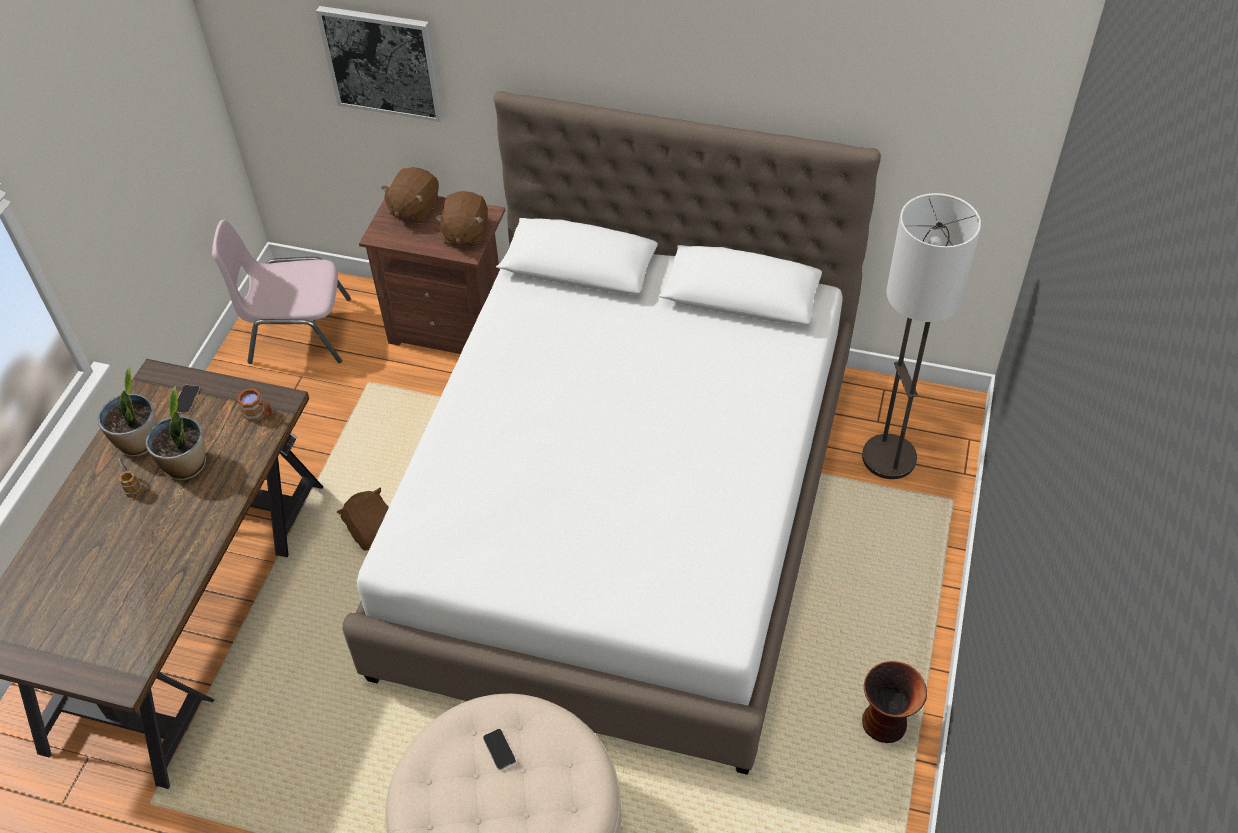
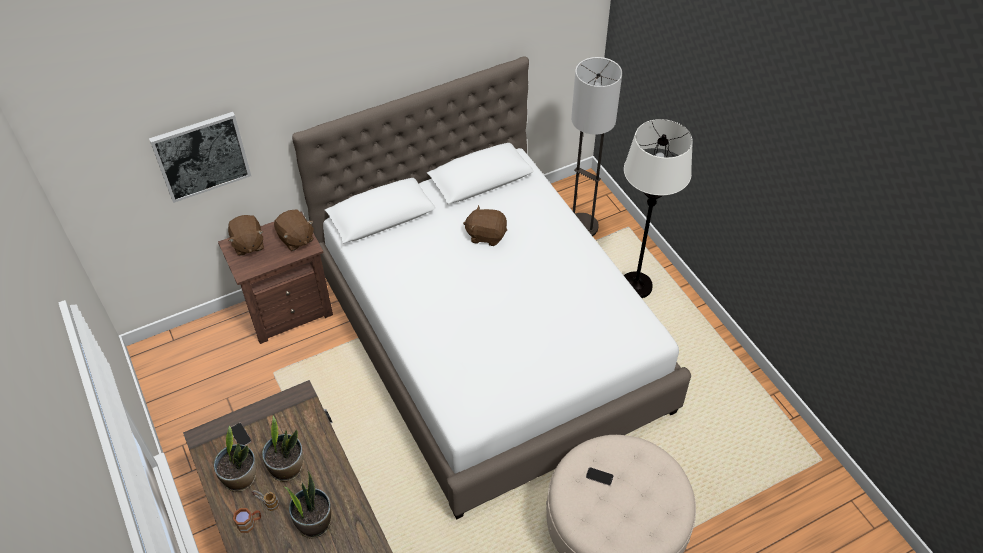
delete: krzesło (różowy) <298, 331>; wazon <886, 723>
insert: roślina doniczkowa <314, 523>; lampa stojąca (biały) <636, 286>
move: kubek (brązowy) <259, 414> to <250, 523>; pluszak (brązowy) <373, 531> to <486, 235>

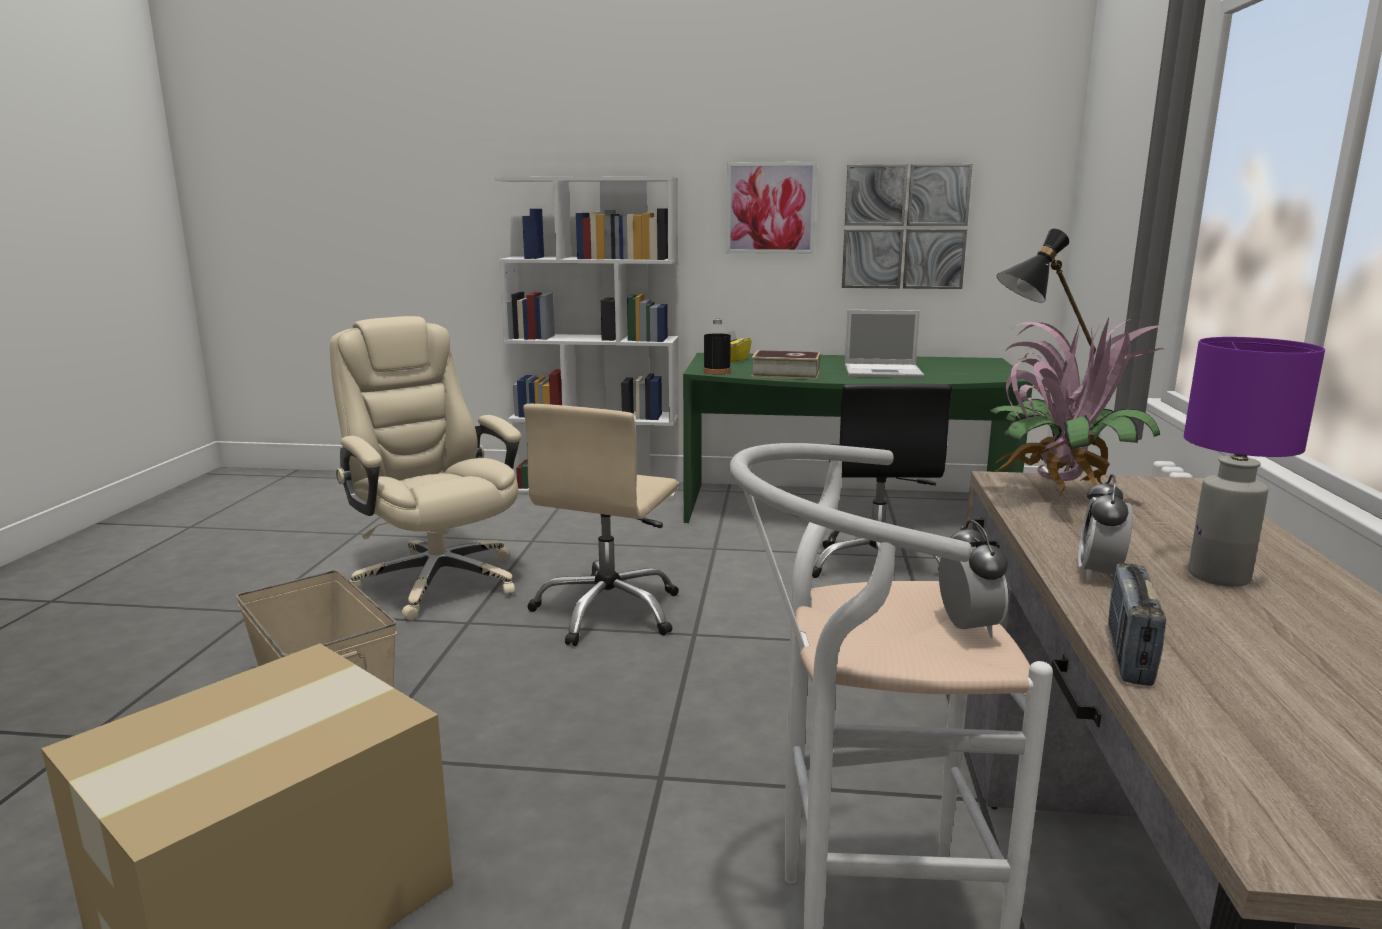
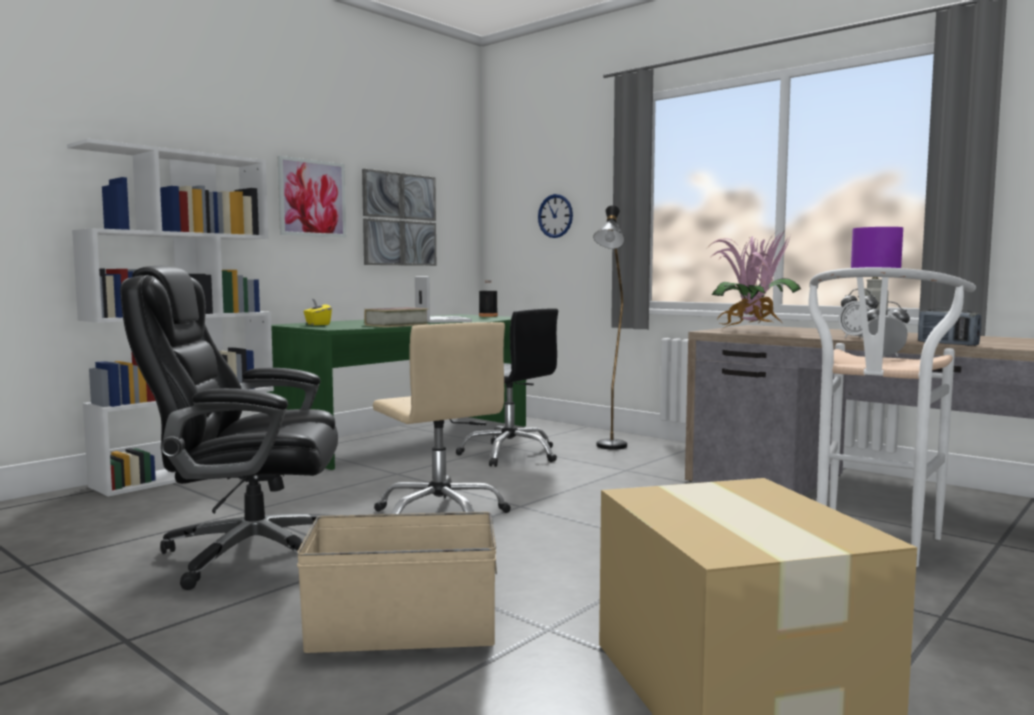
insert: zegar ścienny <555, 216>
move: butelka (czarny) <717, 372> to <488, 316>
recolor: krzesło biurowe (beżowy) <437, 580> to krzesło biurowe (czarny) <249, 554>
rotate: laptop <884, 372> = <442, 320> 60 degrees counterclockwise

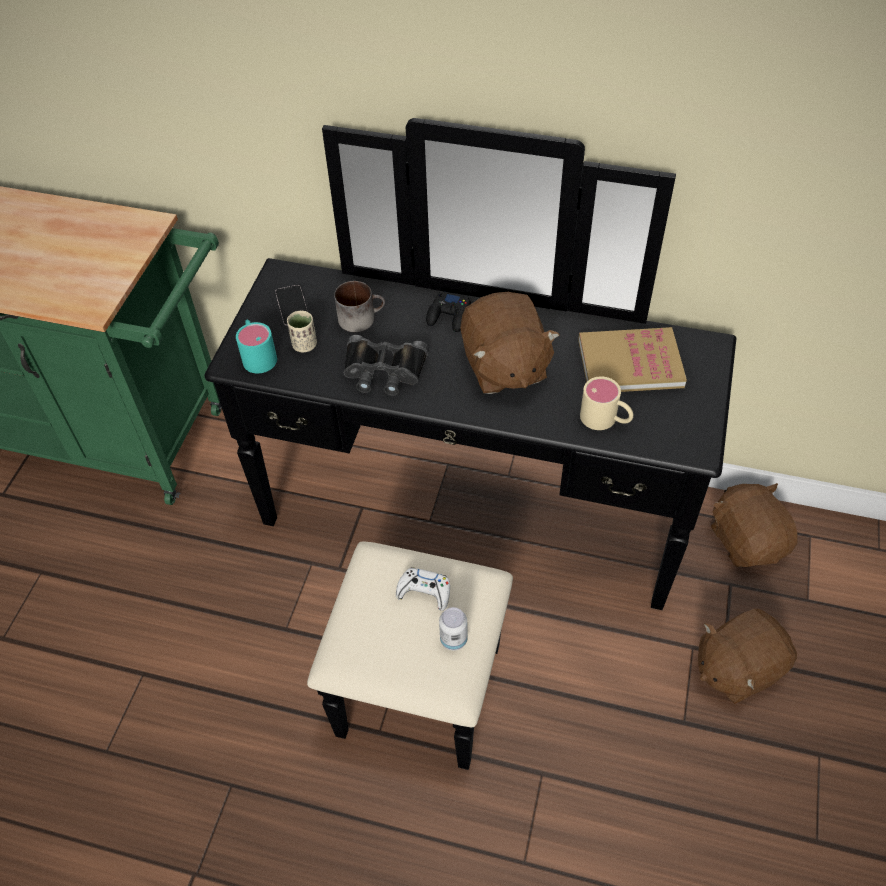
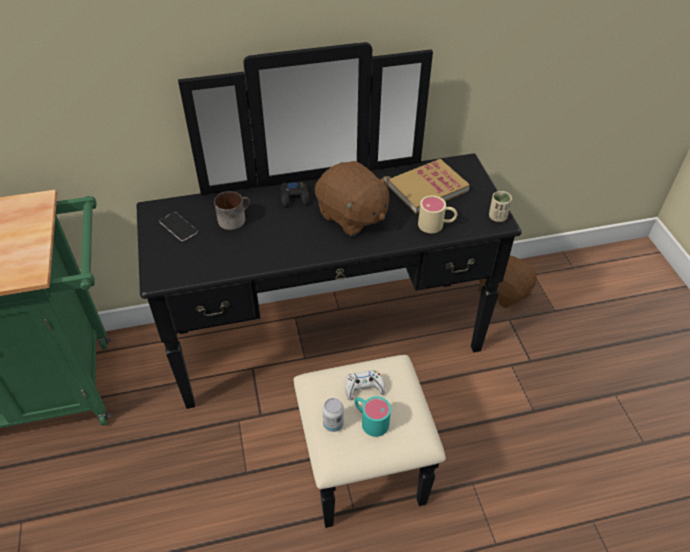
delete: lornetka (czarny) <383, 371>; pluszak (brązowy) <737, 667>
move: kubek (turkusowy) <257, 354> to <370, 420>; filiżanka (beżowy) <304, 345> to <497, 217>; puszka <453, 639> to <333, 424>

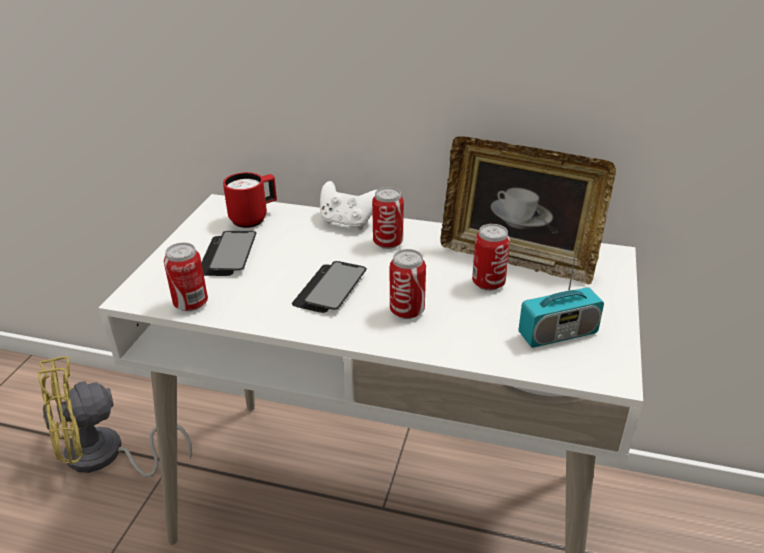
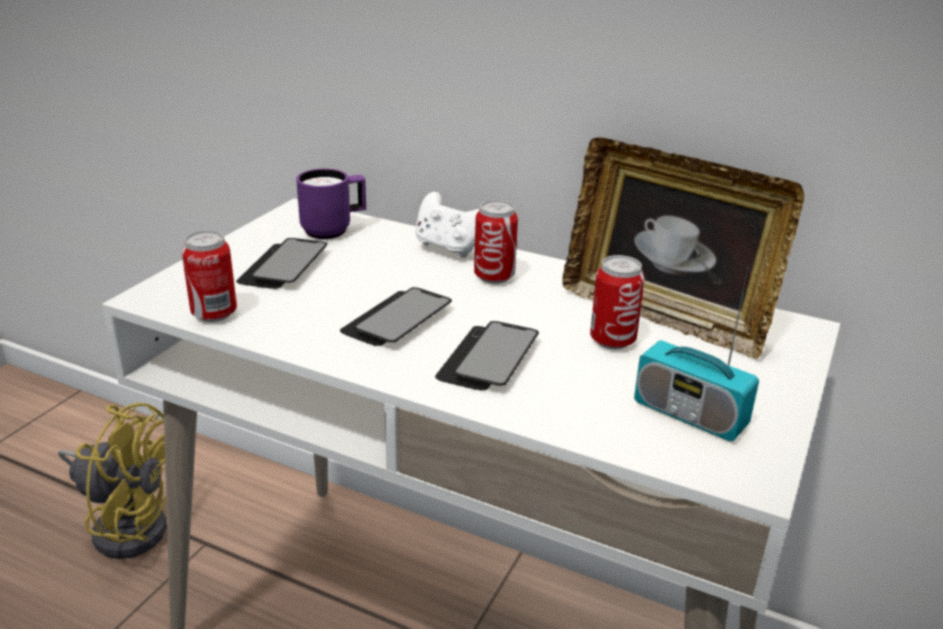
replace: puszka <407, 311> to telefon <488, 358>
recolor: kubek (czerwony) <254, 218> to kubek (fioletowy) <334, 230>
rotate: wentylator (żółty) <105, 457> = <128, 524> 150 degrees counterclockwise; radio <557, 334> = <689, 415> 45 degrees clockwise

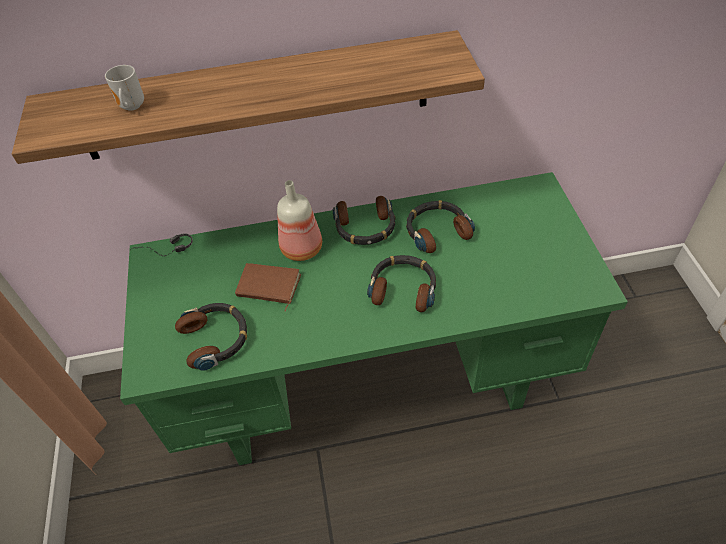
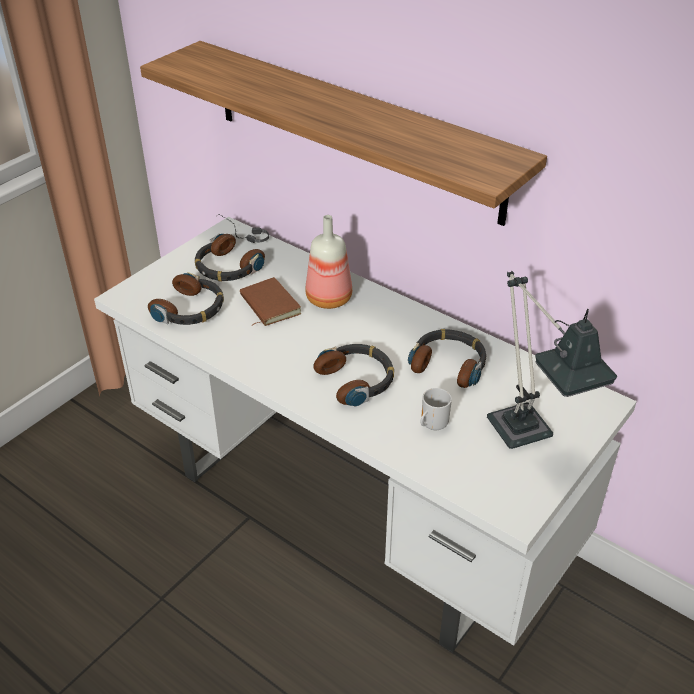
insert: lampa stołowa <526, 438>
move: kubek <131, 107> to <432, 425>; słuchawki <365, 227> to <227, 267>
recolor: biurko (zielony) <373, 386> to biurko (biały) <349, 514>

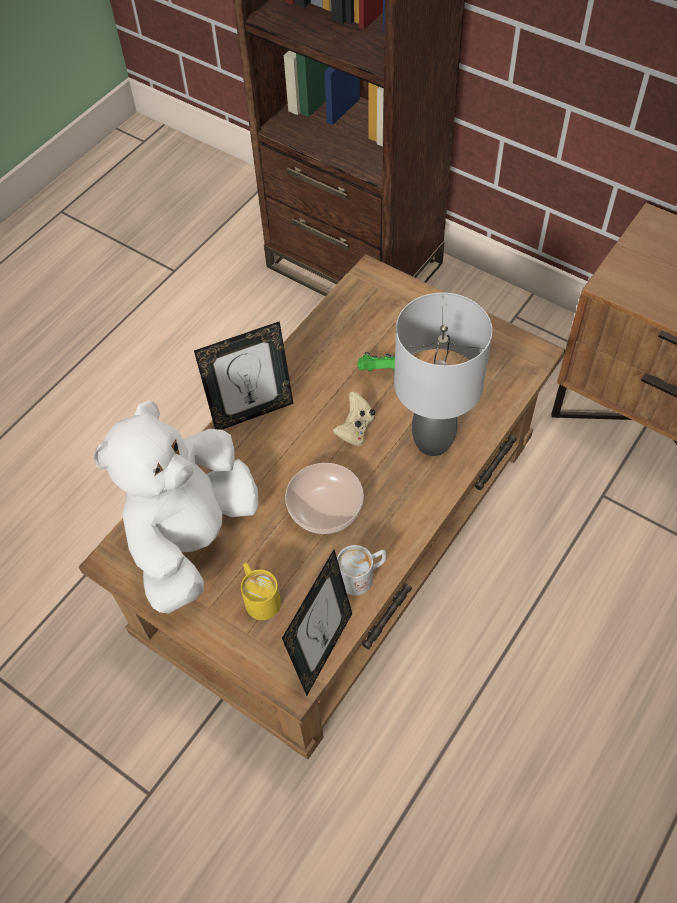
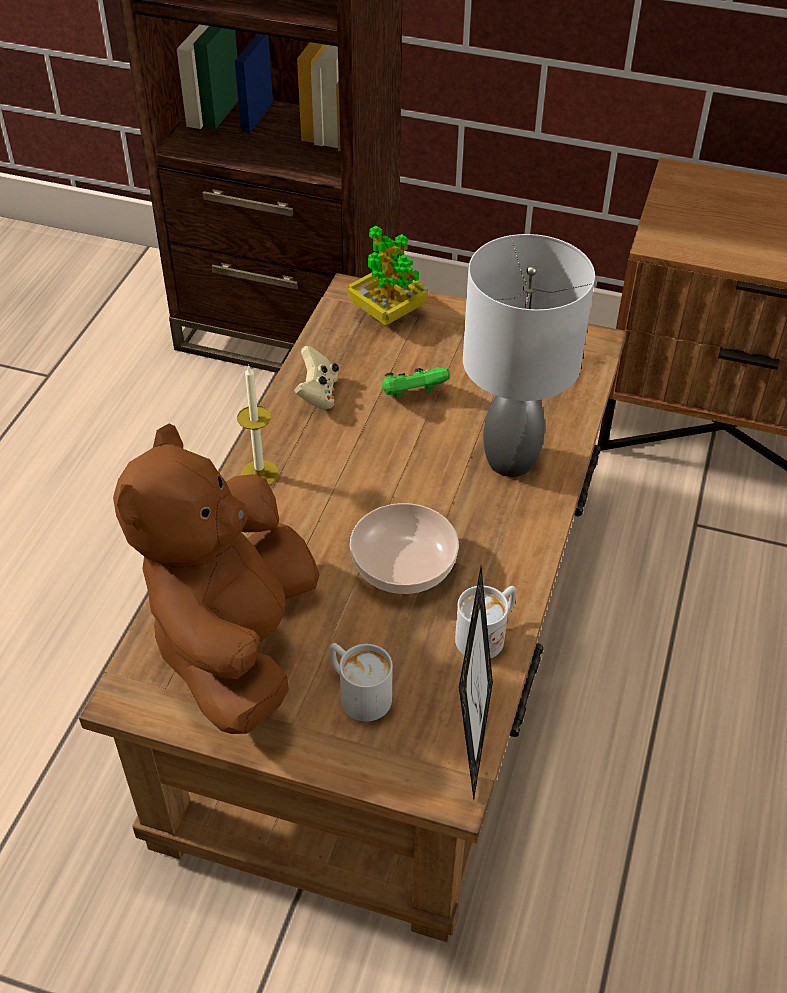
insert: roślina doniczkowa <387, 312>
move: pad do gier (beżowy) <355, 429> to <318, 394>
replace: ramka na zdjęcie <252, 412> to świeca <260, 474>
recolor: pluszak (biały) <193, 538> to pluszak (brązowy) <235, 642>; kubek (żółty) <259, 597> to kubek (biały) <357, 693>

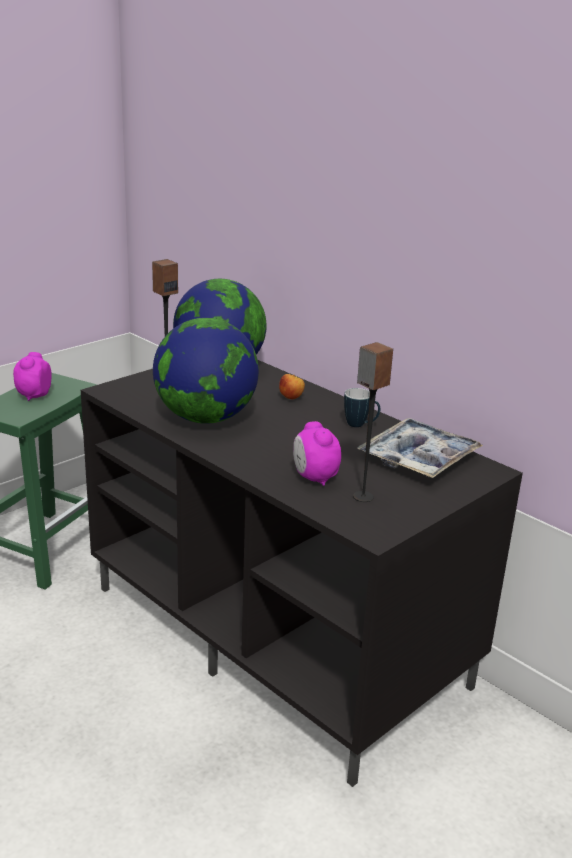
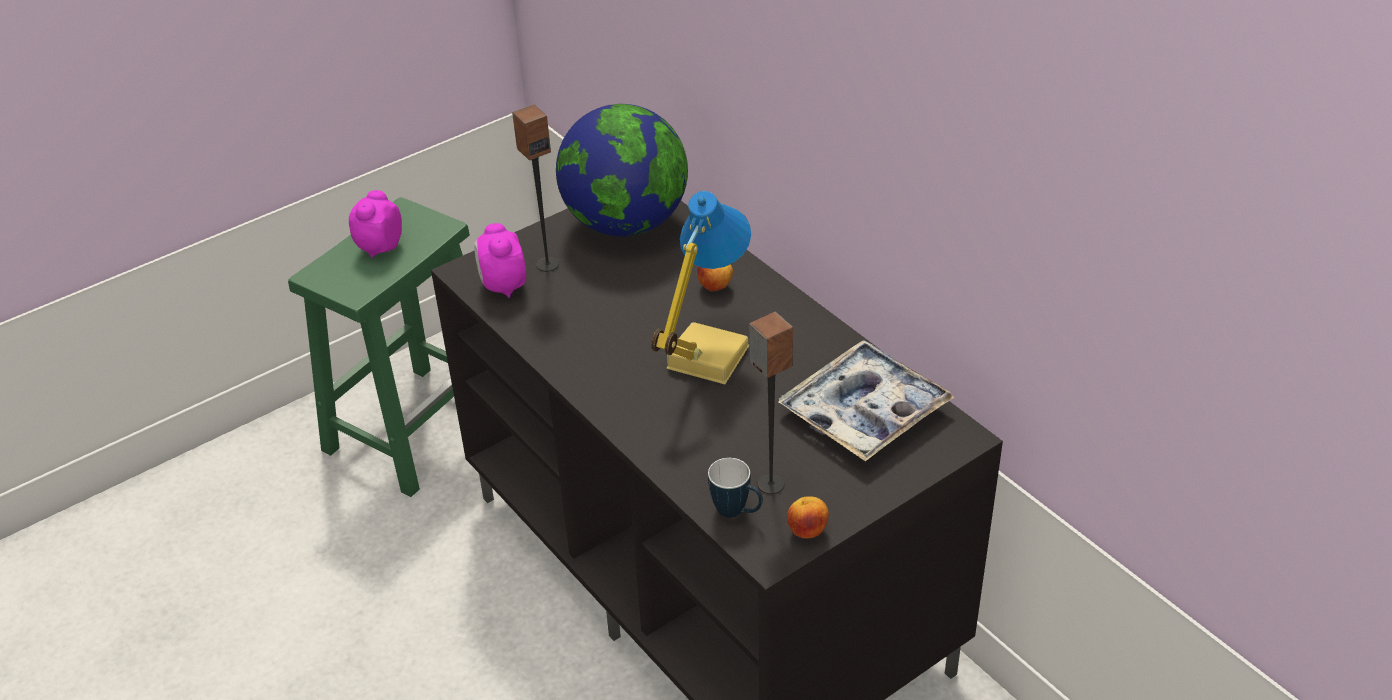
delete: globus <206, 418>
insert: lampa stołowa <704, 356>; jabłko <807, 531>
move: budzik <314, 478> to <503, 286>; kubek <360, 425> to <737, 512>

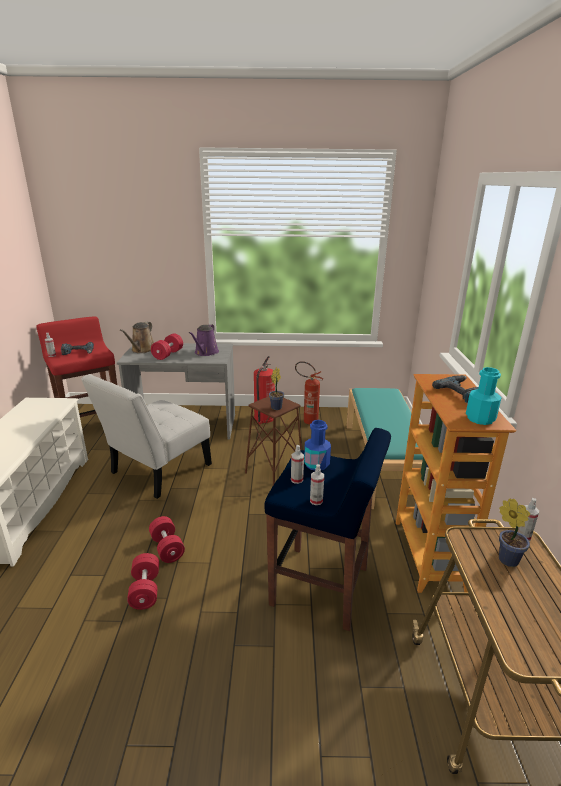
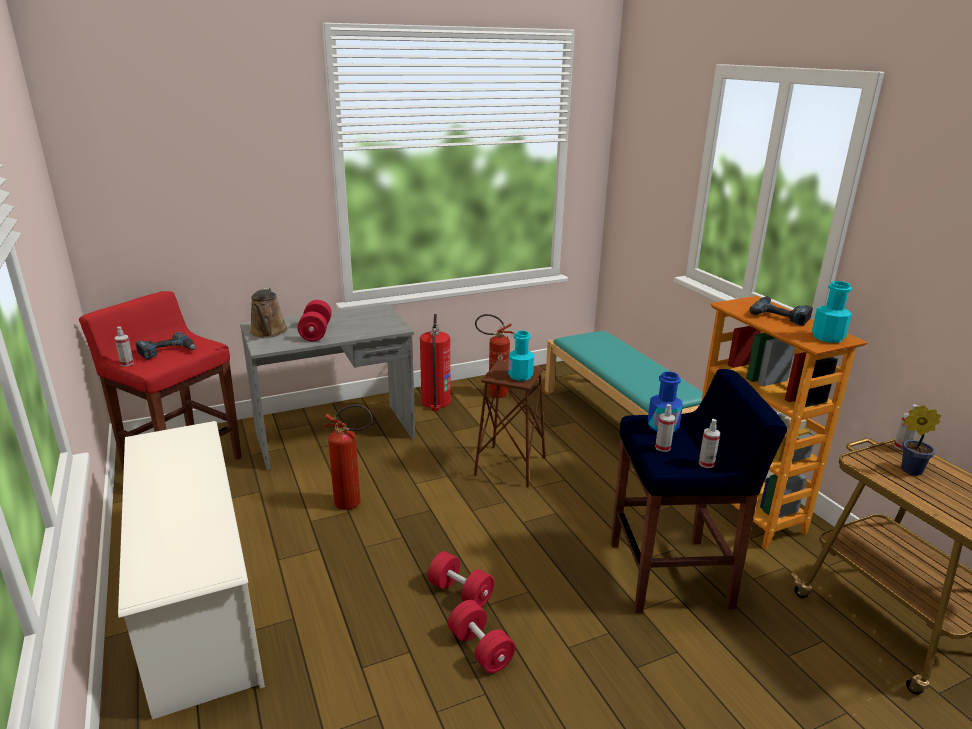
delete: konewka (fioletowy) <205, 353>
replace: krzesło (biały) <157, 471> to gaśnica <354, 503>; roślina doniczkowa <277, 407> to butelka (turkusowy) <520, 376>

